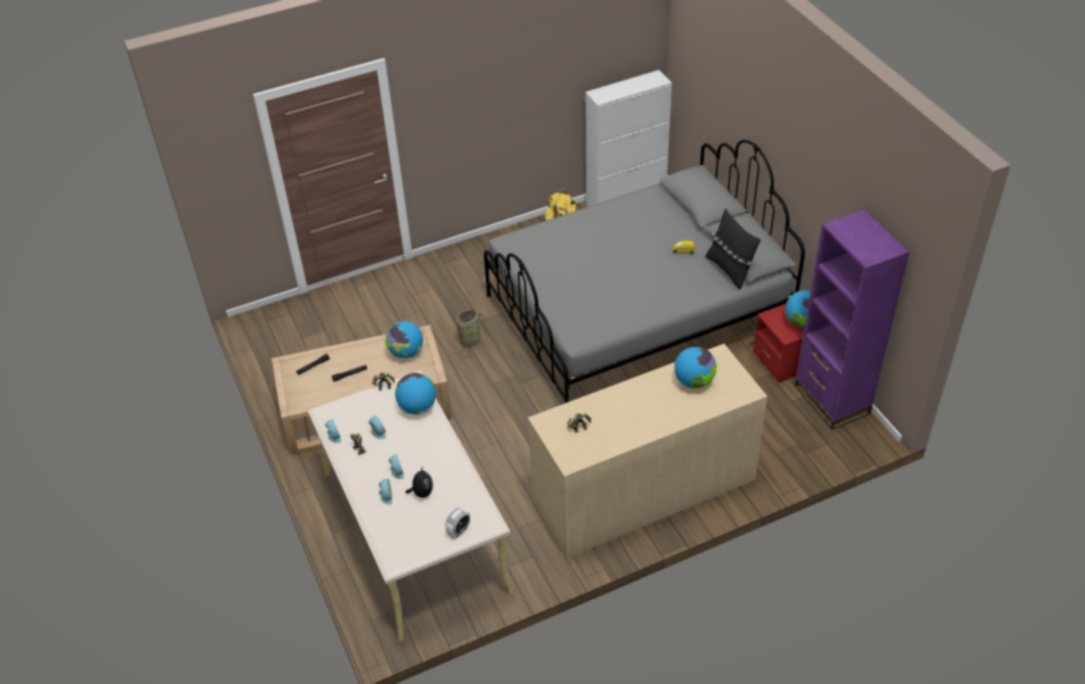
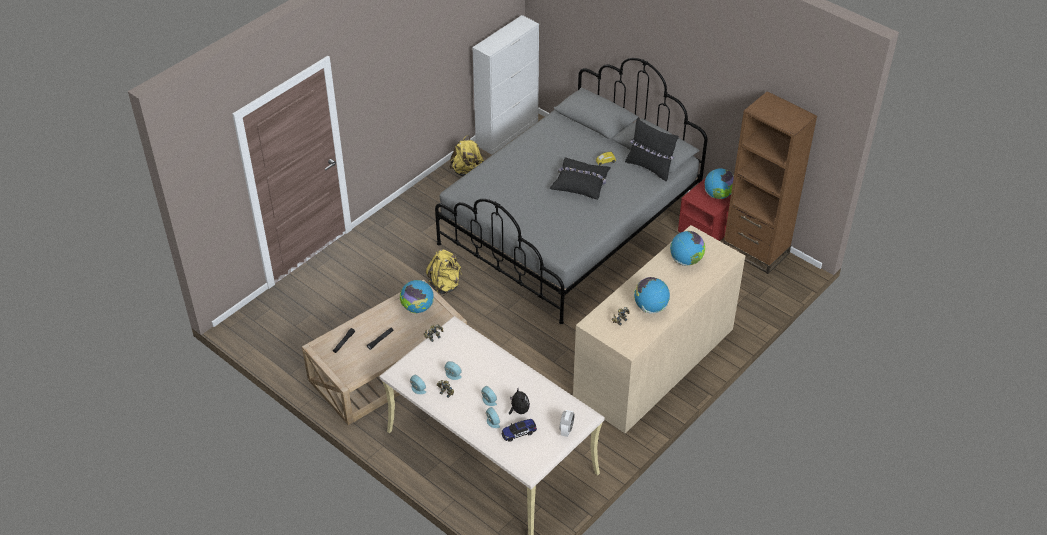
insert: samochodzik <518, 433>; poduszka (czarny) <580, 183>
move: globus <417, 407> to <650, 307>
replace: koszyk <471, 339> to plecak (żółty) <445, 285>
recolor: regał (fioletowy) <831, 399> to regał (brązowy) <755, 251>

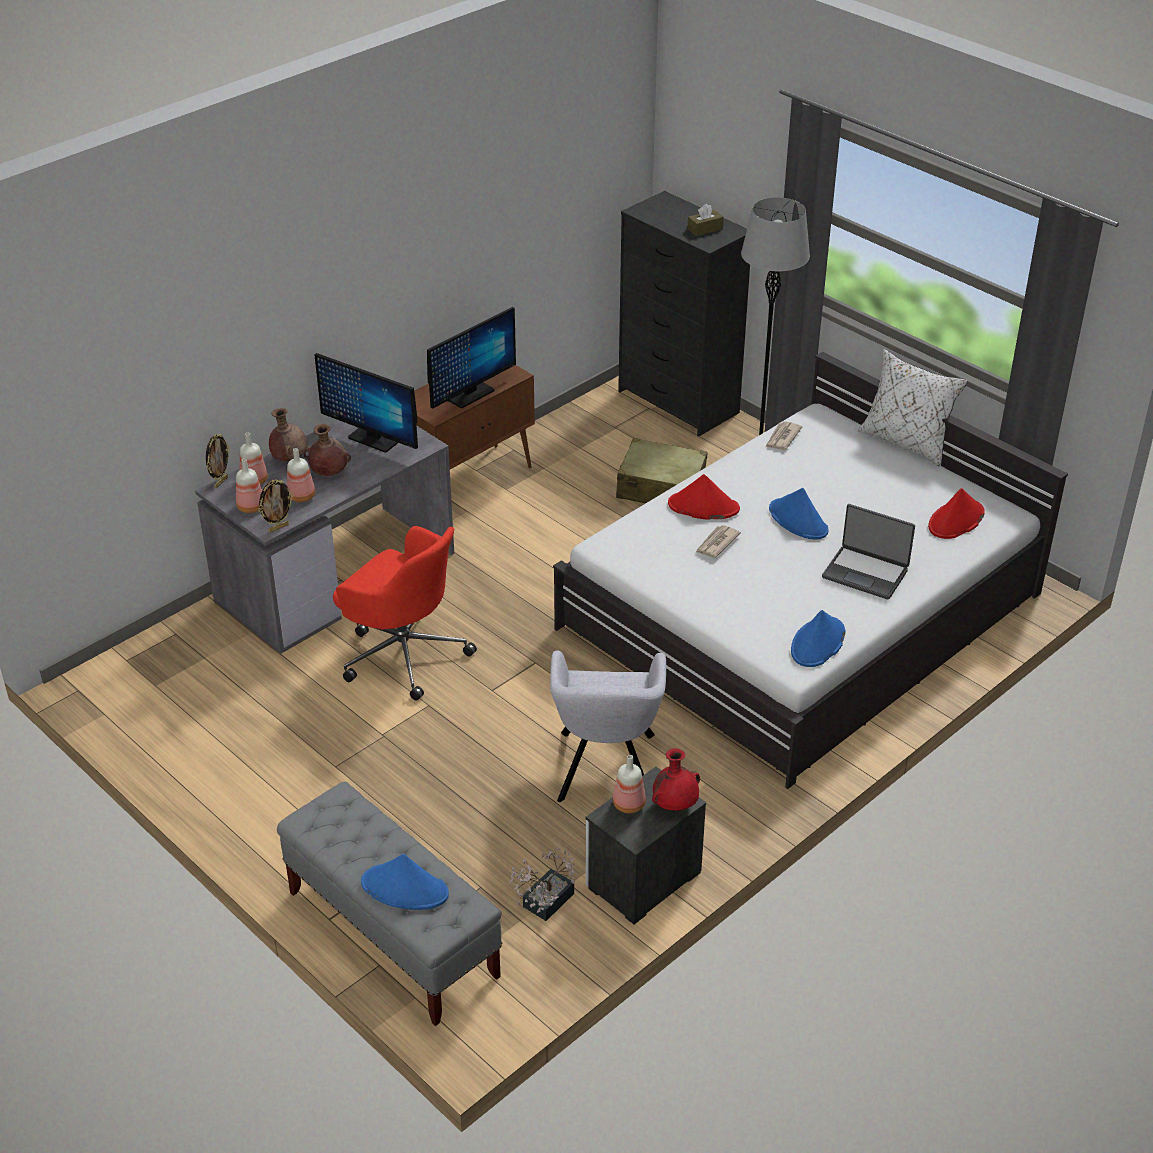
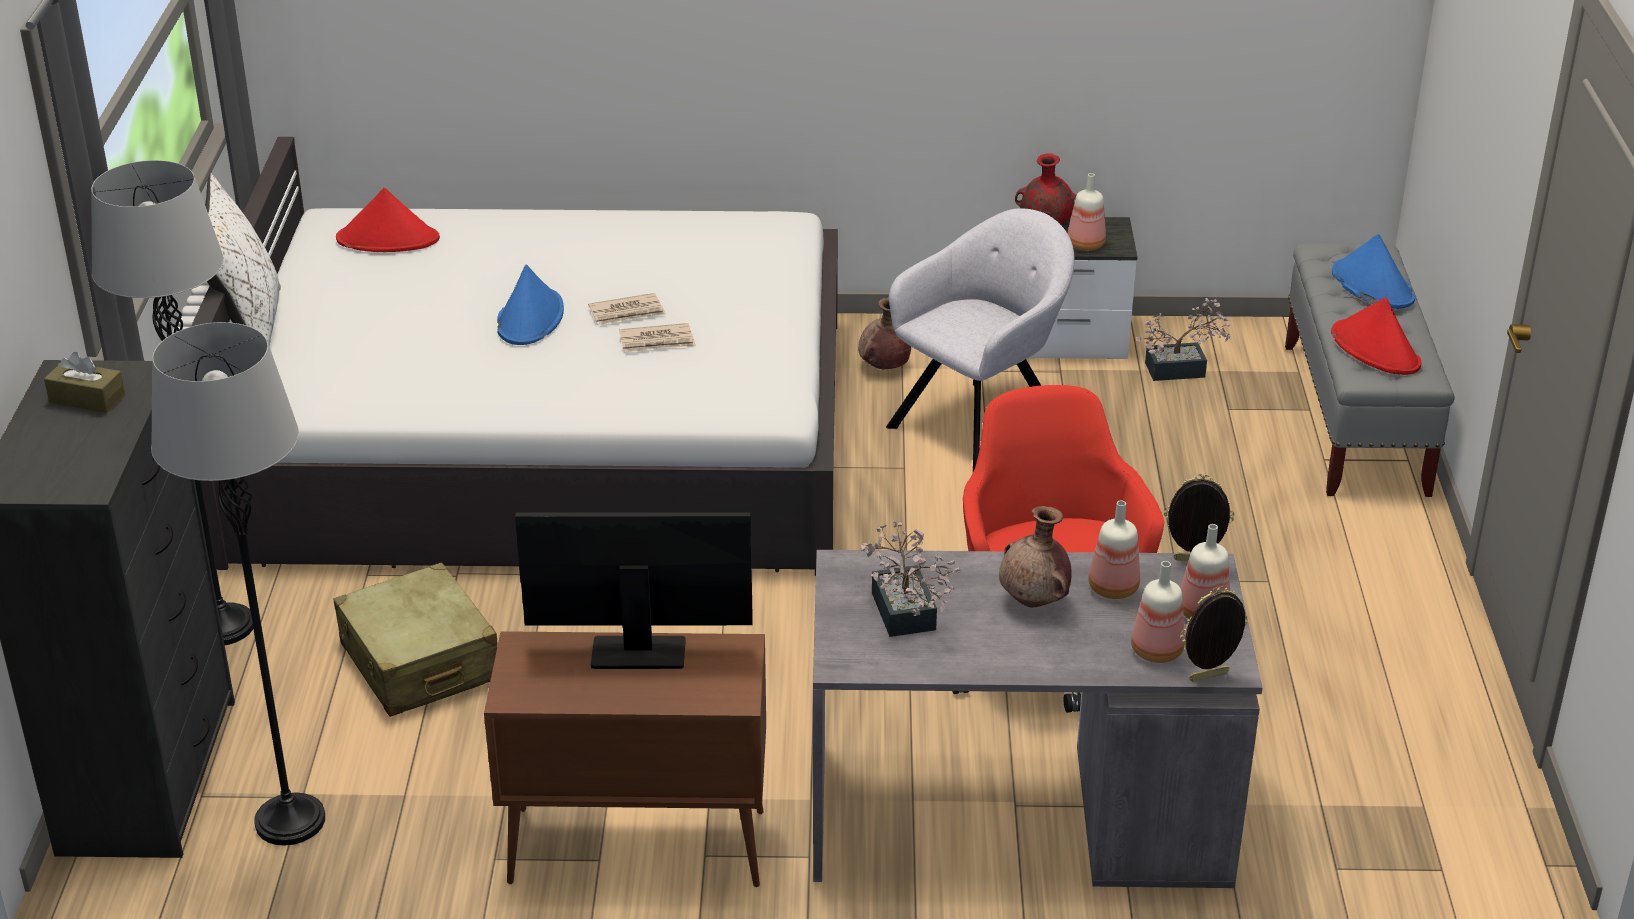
delete: kapelusz (niebieski) <817, 643>; laptop <866, 573>
insert: lampa stojąca (szary) <290, 821>
move: wazon (brązowy) <290, 458> to <884, 368>; kapelusz (czerwony) <703, 507> to <1376, 349>; gazeta <782, 438> to <627, 313>
replace: monitor <373, 439> to roślina doniczkowa <905, 617>

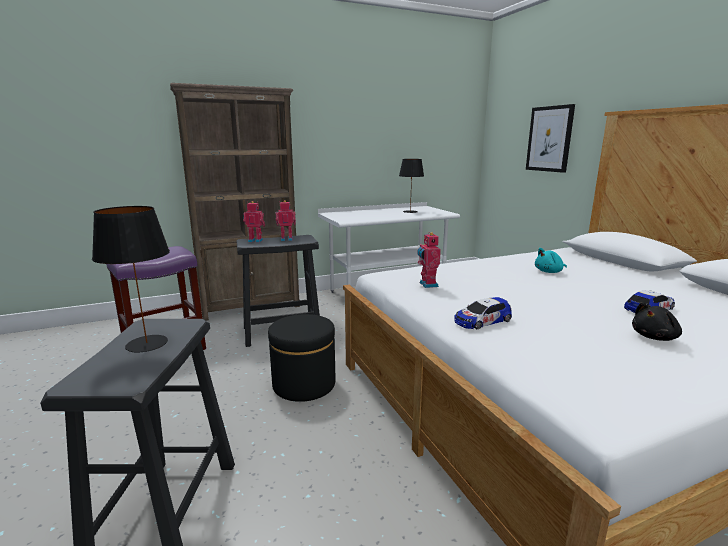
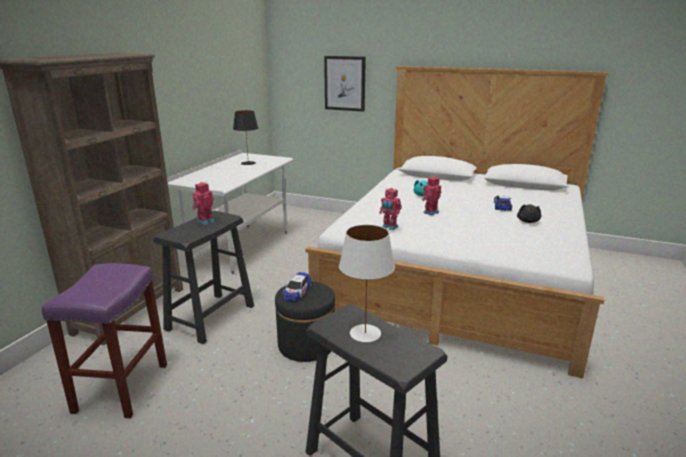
move: robot zabawkowy <255, 240> to <430, 212>; samochodzik <482, 320> to <297, 291>
recolor: lampa stołowa (czarny) <147, 343> to lampa stołowa (biały) <365, 333>

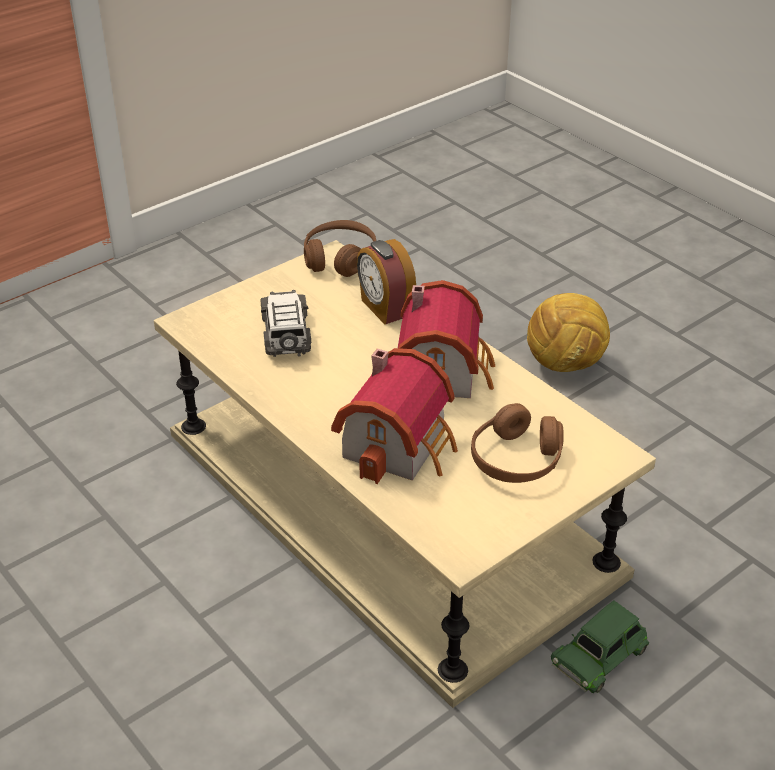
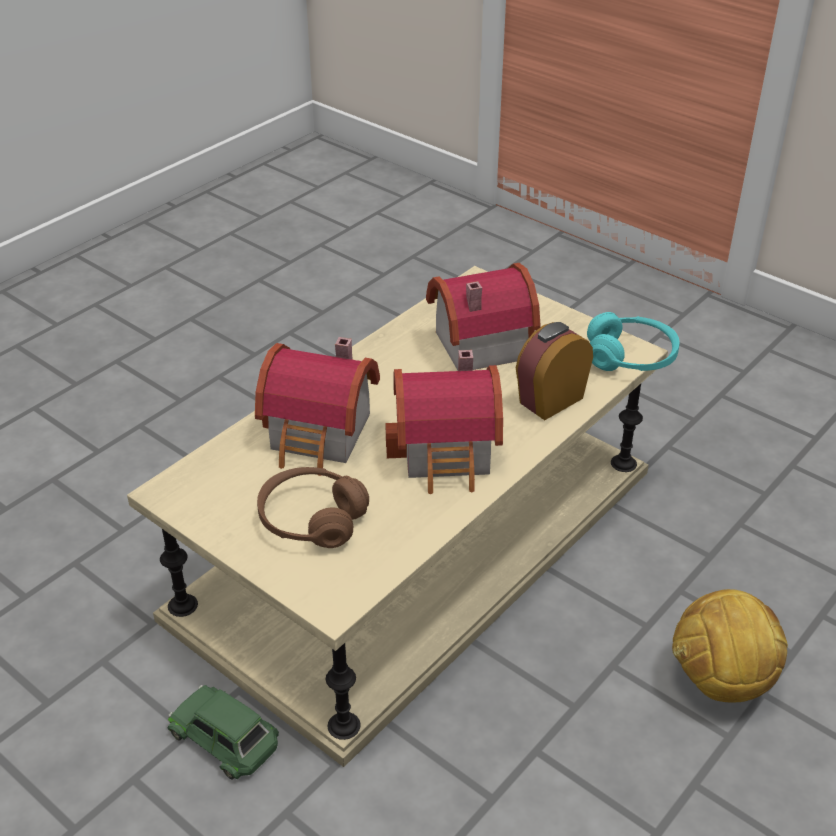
replace: samochodzik <286, 336> to domek <475, 342>
recolor: słuchawki (brązowy) <339, 258> to słuchawki (turkusowy) <630, 357>

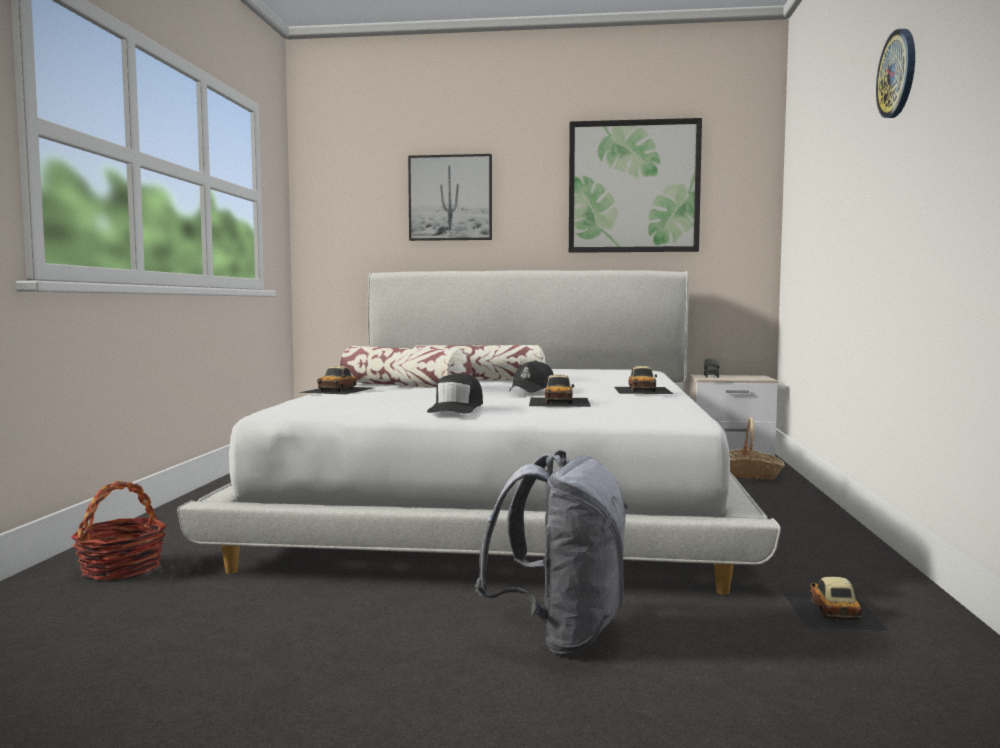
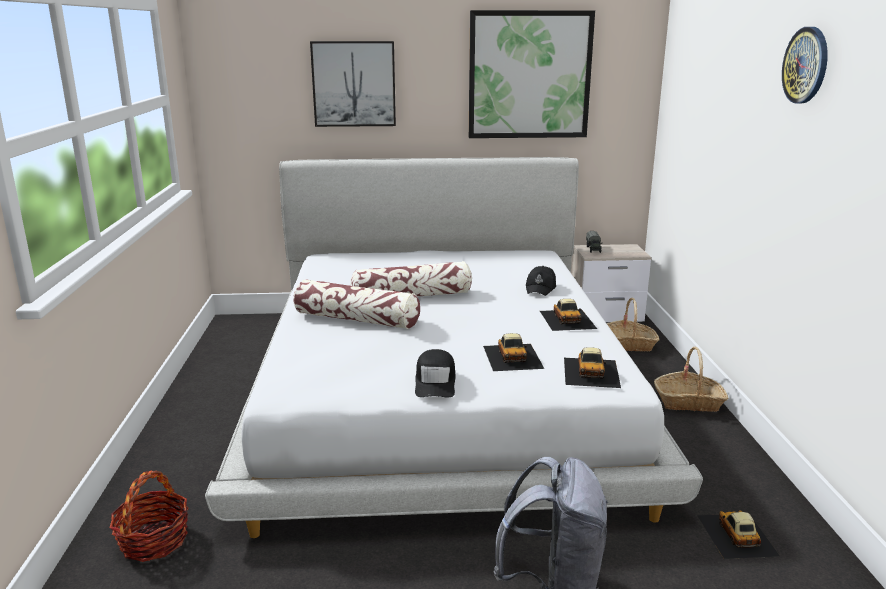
insert: koszyk <688, 402>
move: samochodzik <338, 390> to <591, 372>; czapka z daszkiem (czarny) <533, 389> to <541, 288>

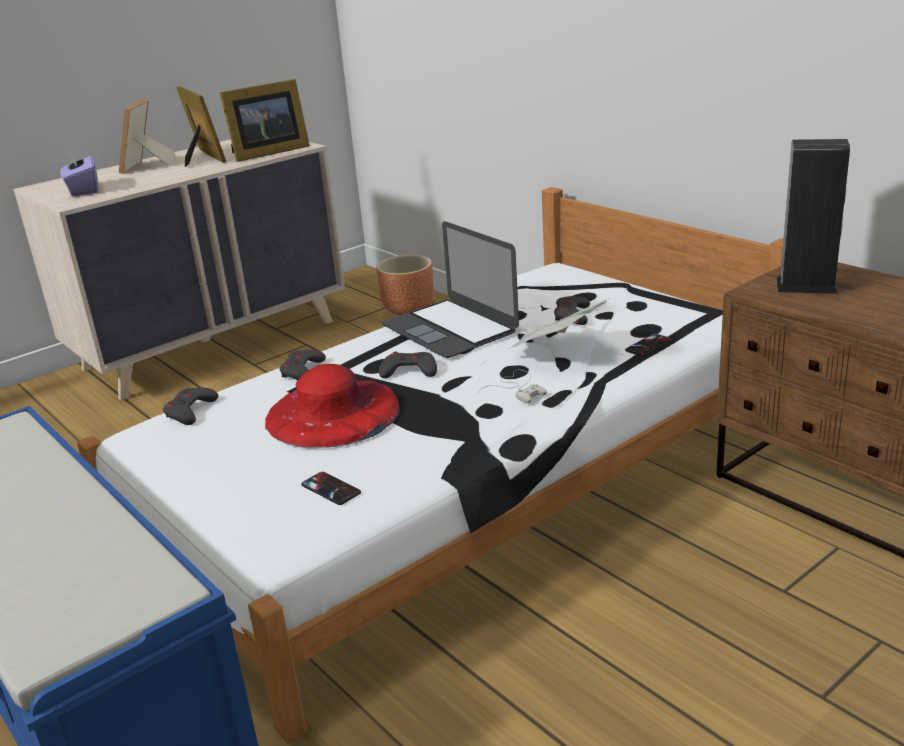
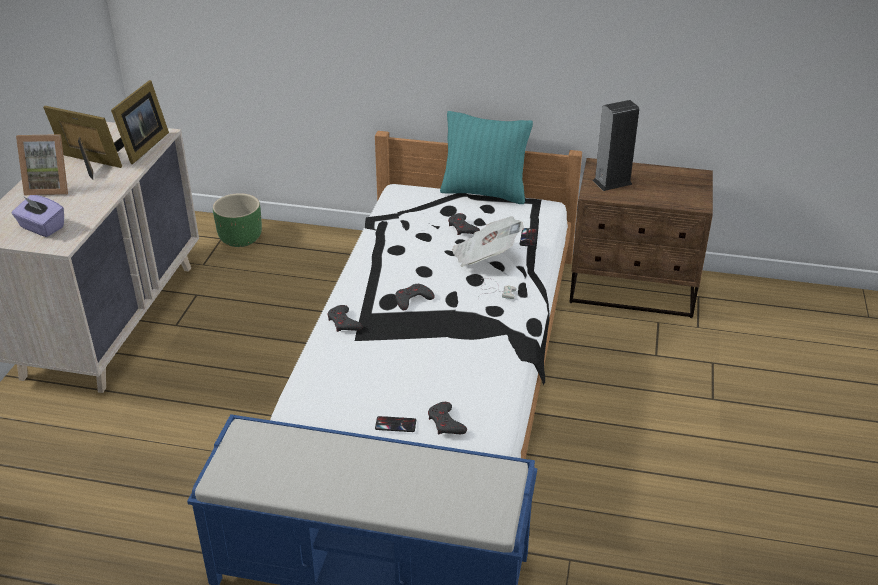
delete: kapelusz (czerwony) <333, 412>; laptop <449, 328>
insert: poduszka (turkusowy) <484, 193>
move: pad do gier (szary) <190, 411> to <446, 423>; telefon <331, 489> to <395, 424>
recolor: donica (brązowy) <409, 309> to donica (zielony) <241, 239>
rotate: ramka na zdjęcie <146, 167> = <50, 187> 60 degrees counterclockwise

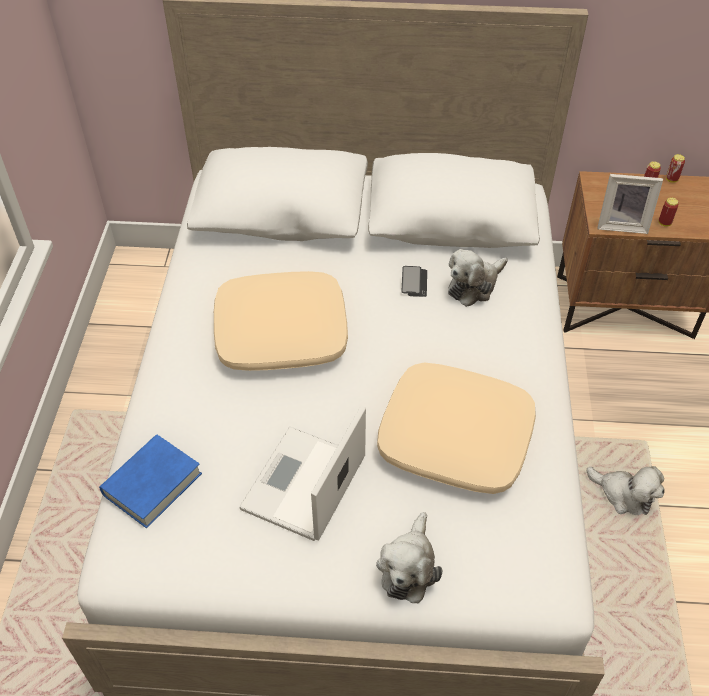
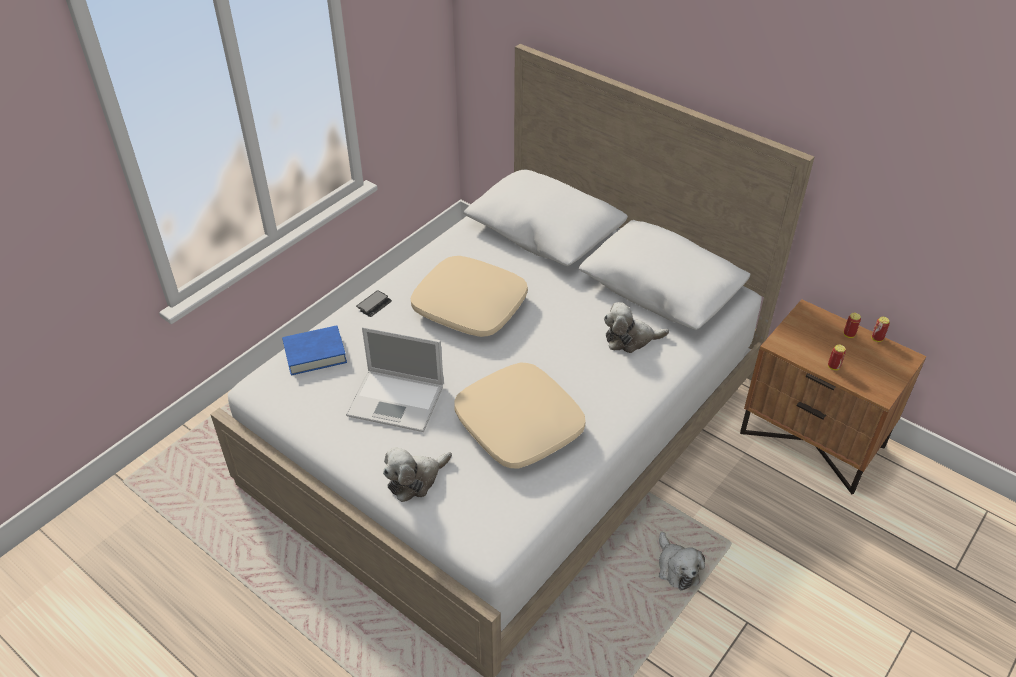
delete: ramka na zdjęcie <622, 224>
move: telefon <414, 282> to <374, 304>
rotate: laptop <303, 485> = <397, 400> 135 degrees counterclockwise

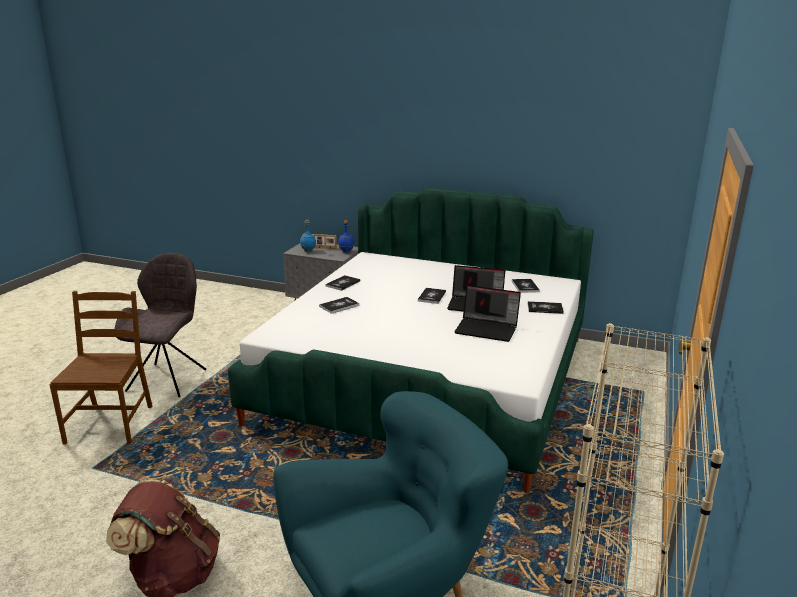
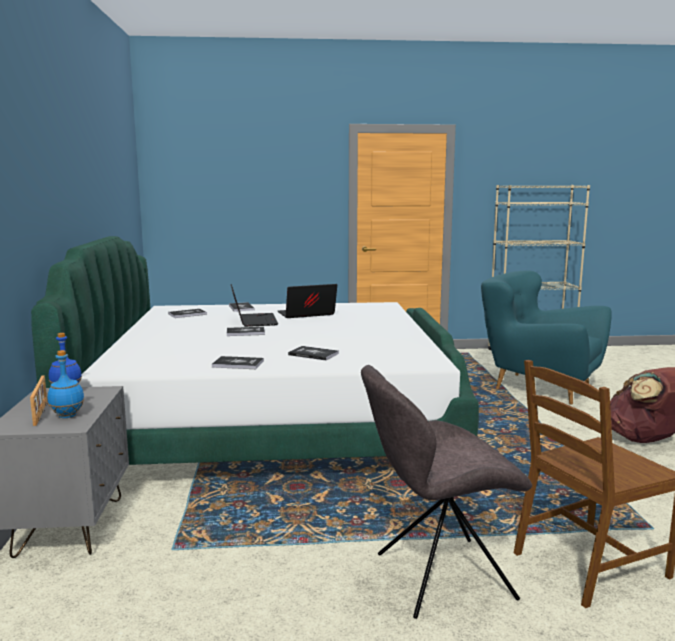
rotate: laptop <487, 329> = <306, 314> 105 degrees counterclockwise

